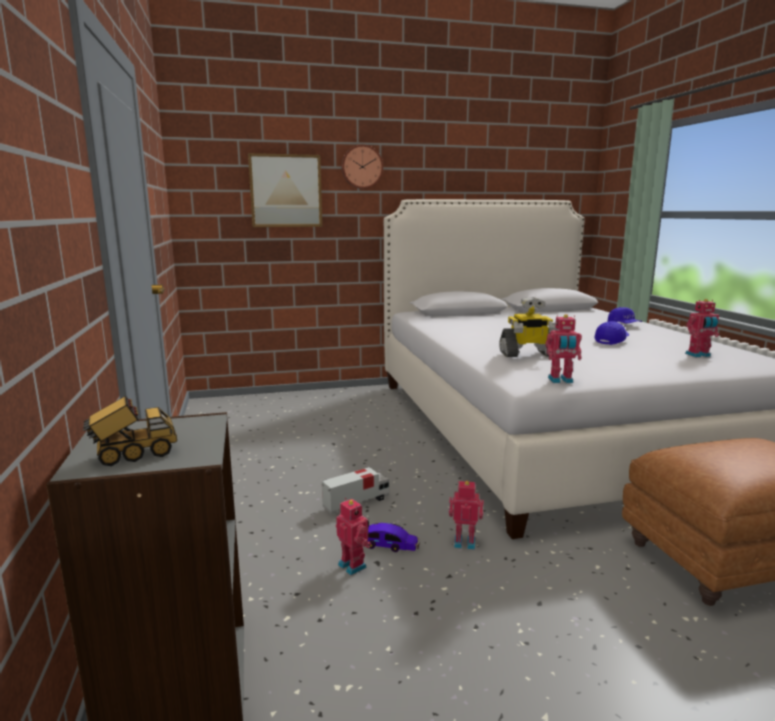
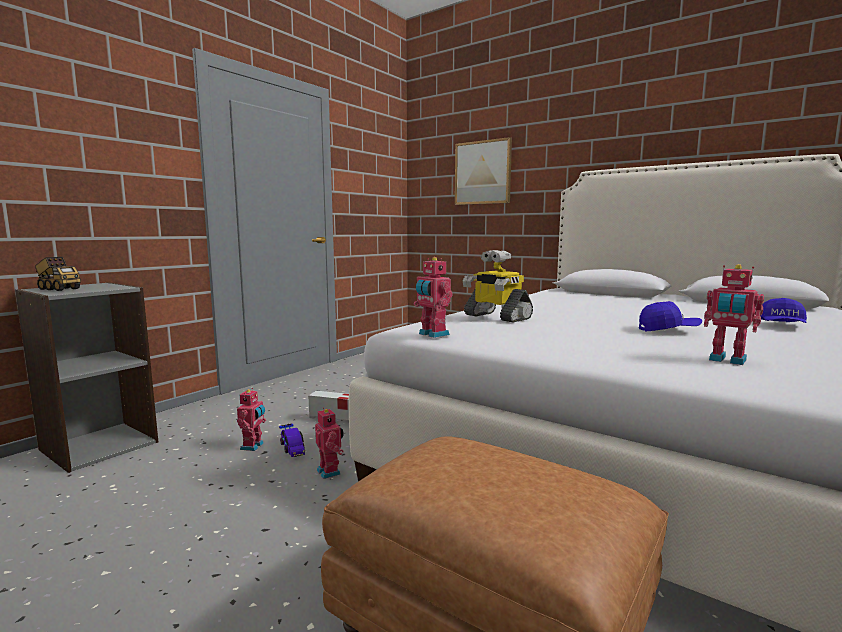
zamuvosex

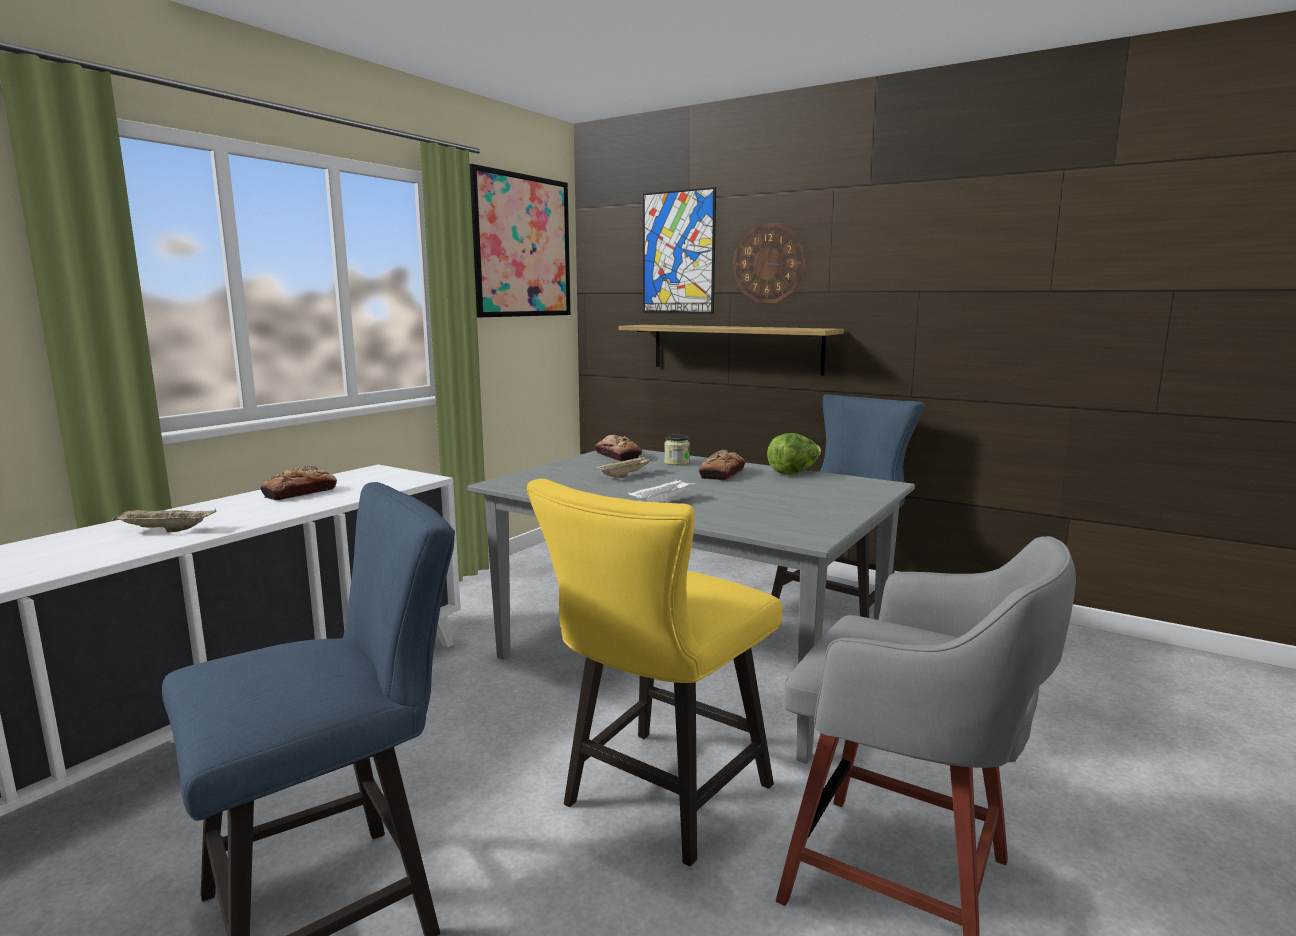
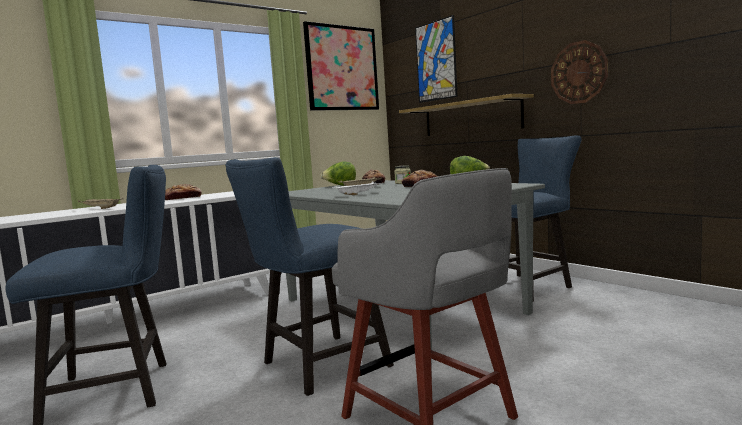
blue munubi (2nd from left); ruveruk (1st from left); zamuvosex

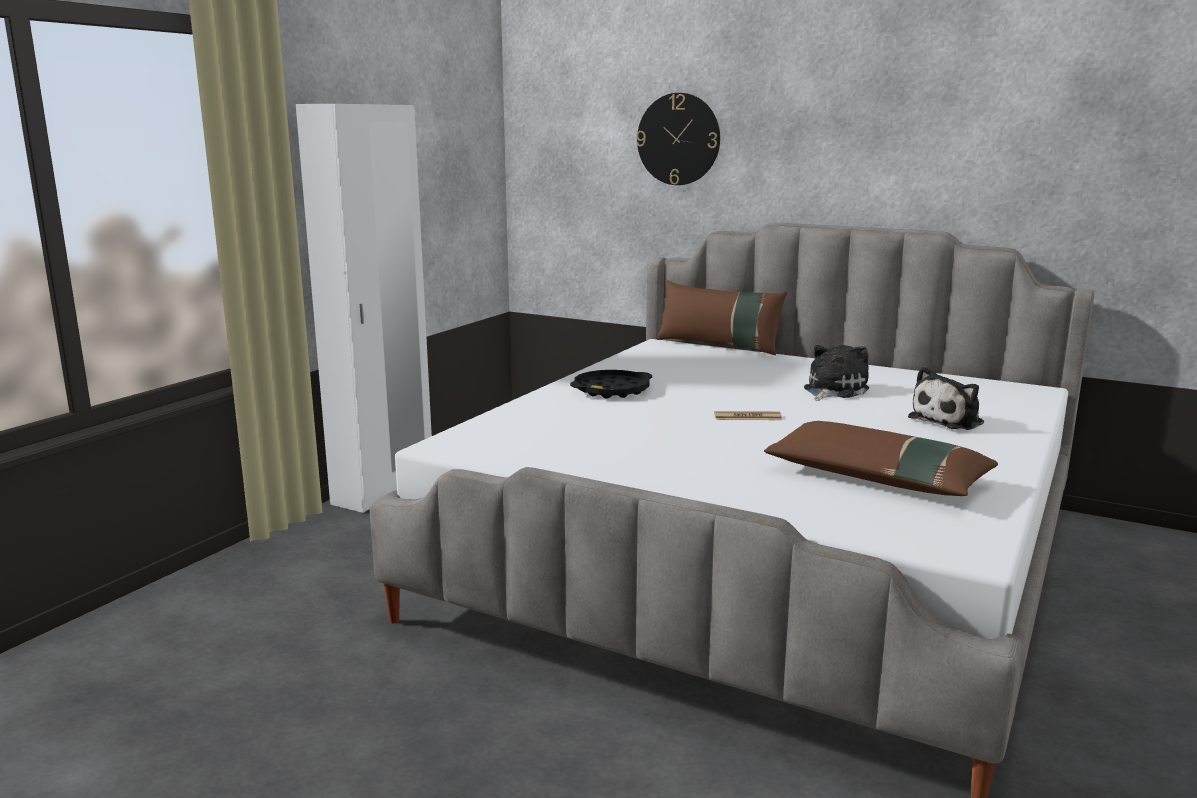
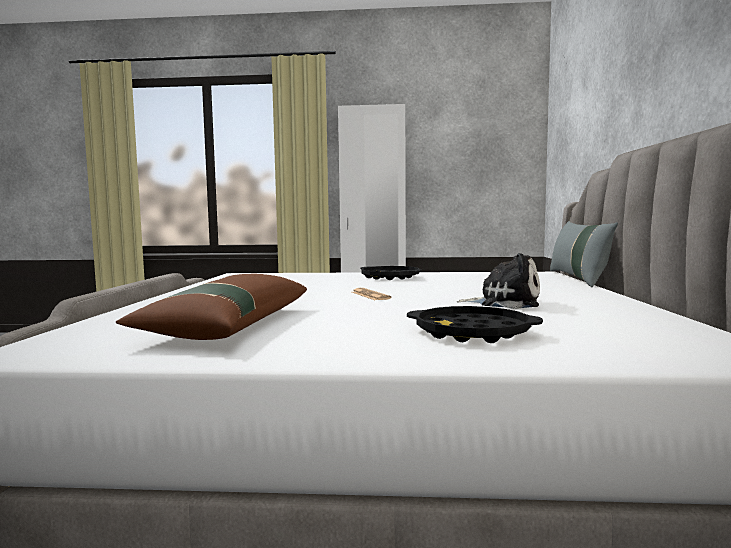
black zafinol (2nd from left); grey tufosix; zamuvosex

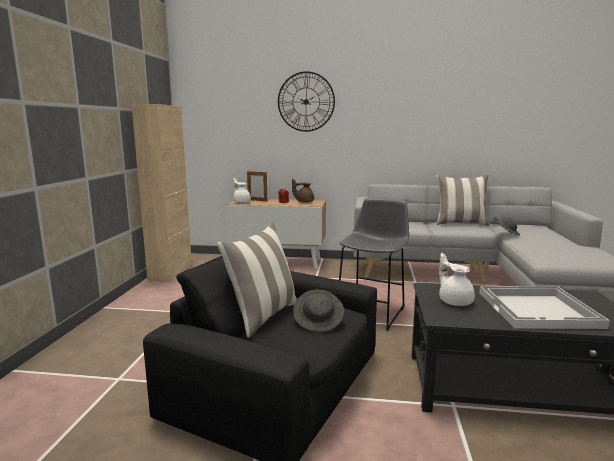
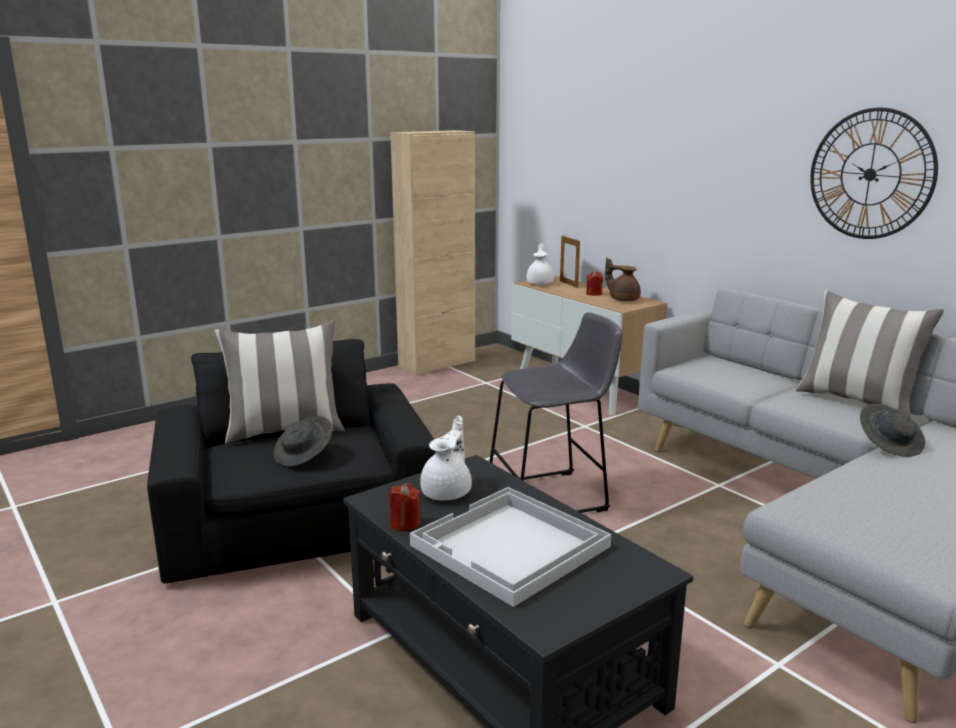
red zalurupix (1st from left); zamuvosex

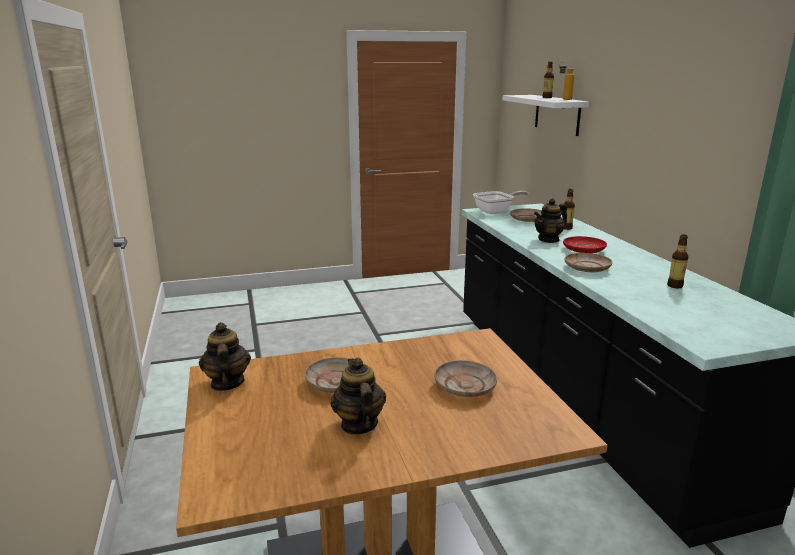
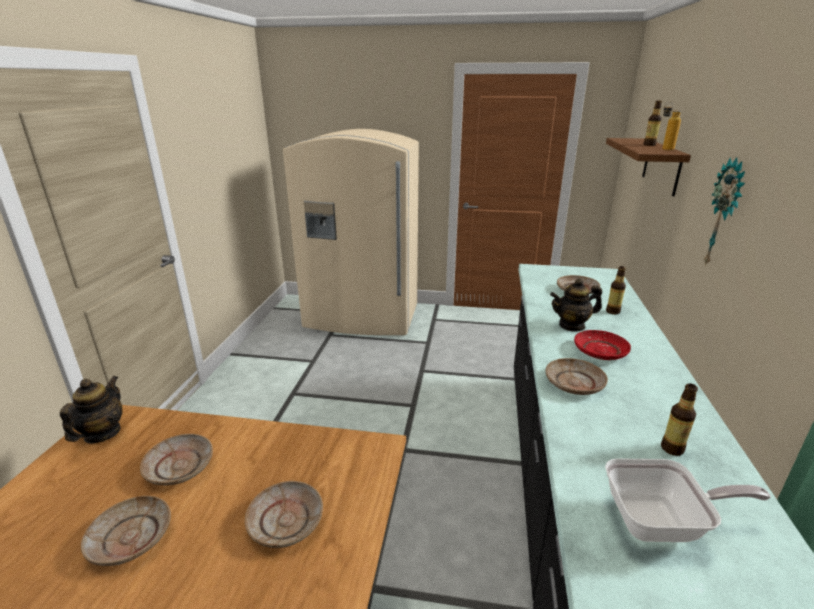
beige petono (1st from left); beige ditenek; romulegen; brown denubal; zamuvosex

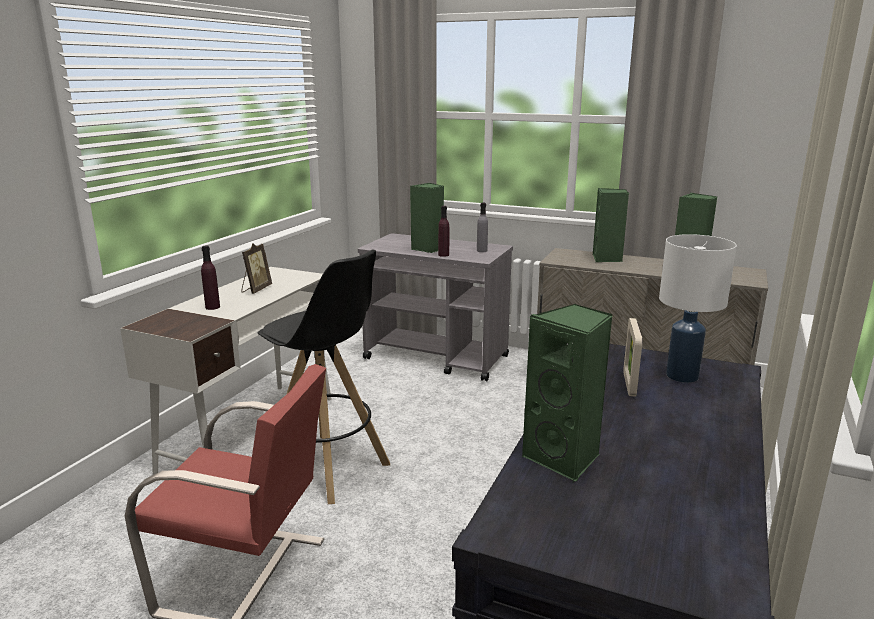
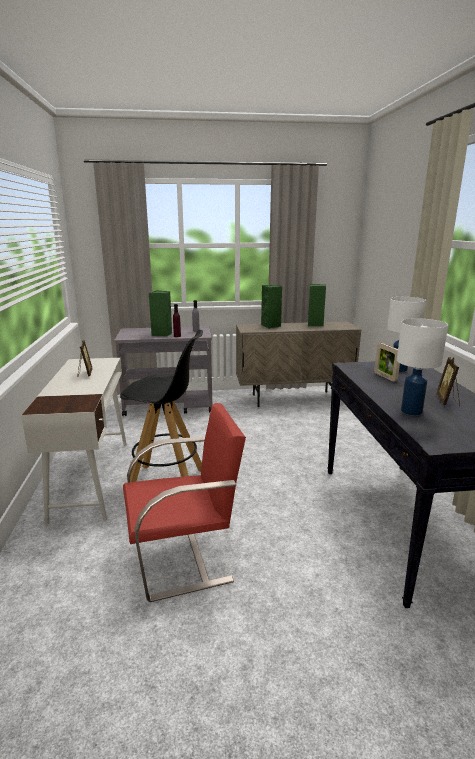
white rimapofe (2nd from left); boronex (3rd from left); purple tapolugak (1st from left in the first image)

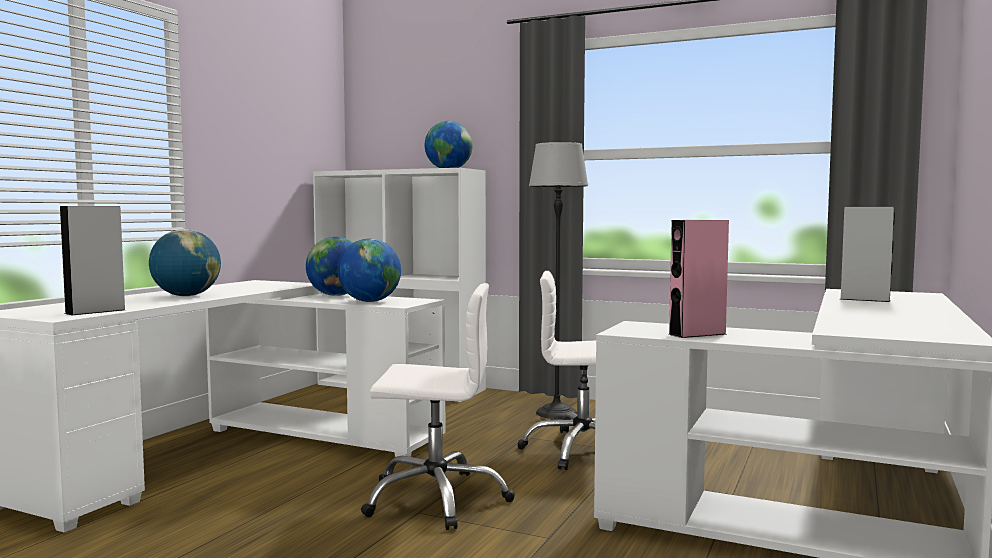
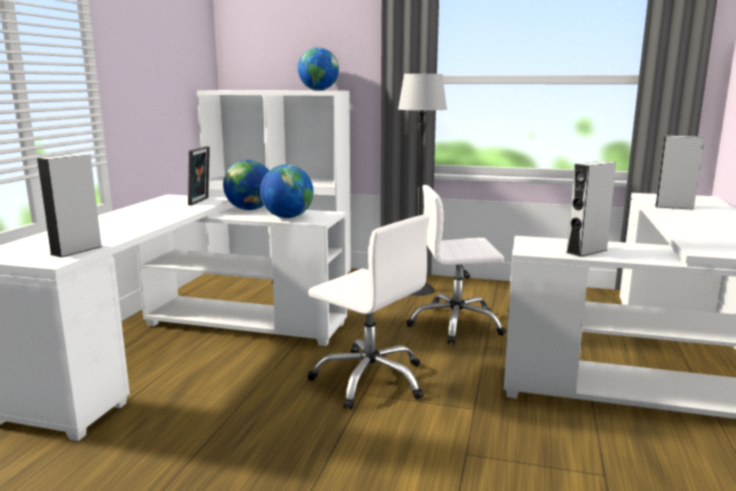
boronex; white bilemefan (1st from left); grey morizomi (2nd from left); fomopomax (1st from left in the first image)

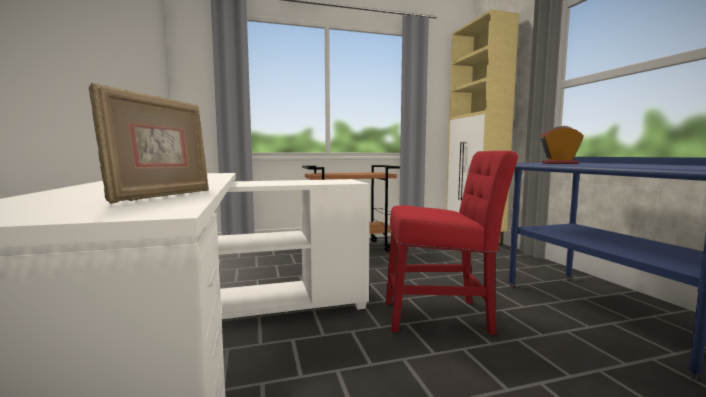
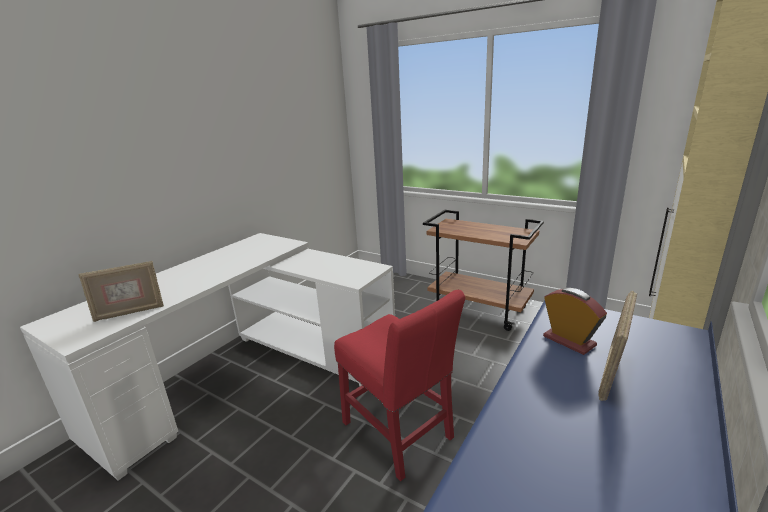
boronex (2nd from left)

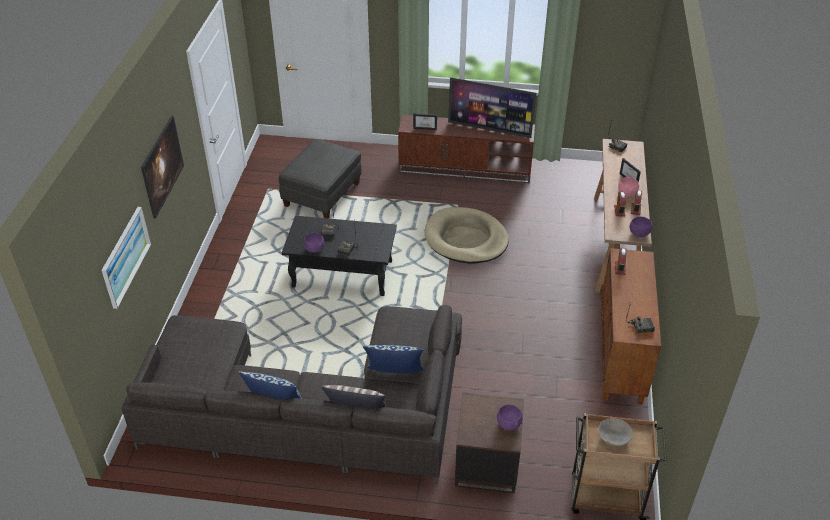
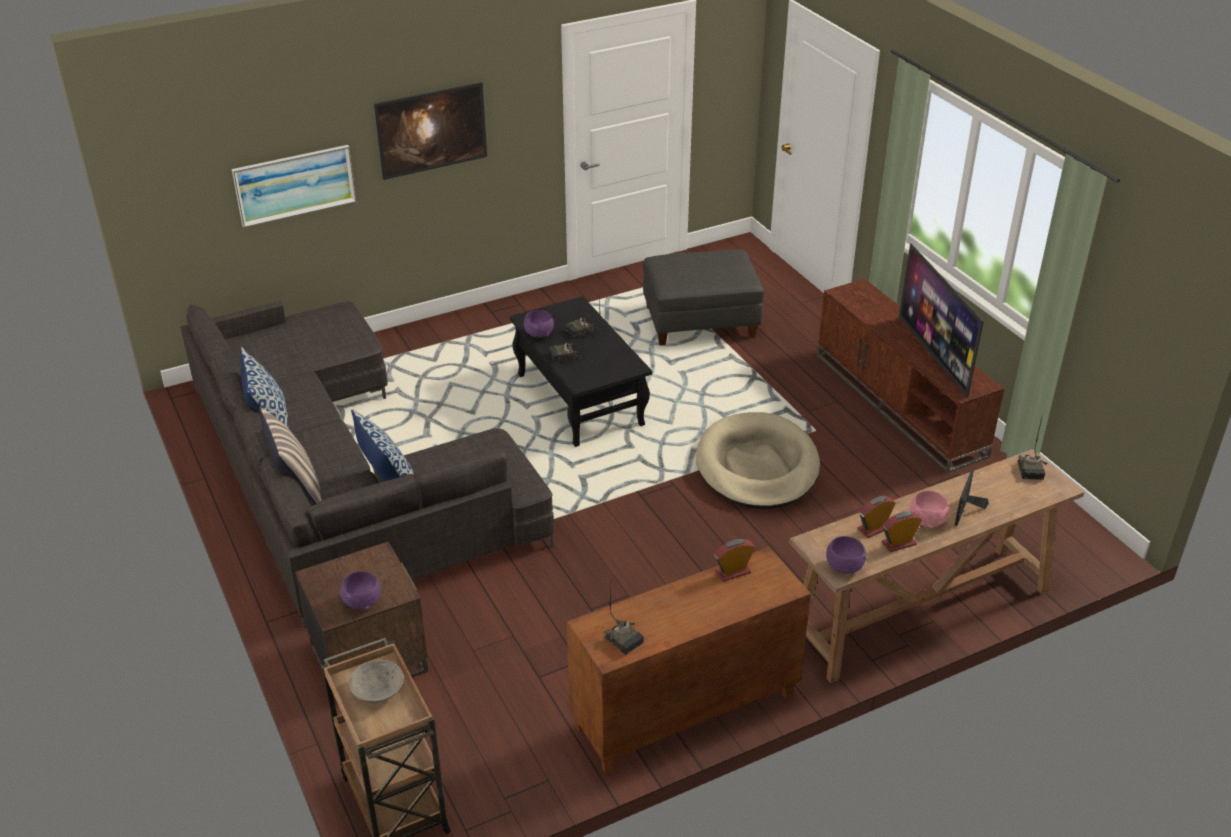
boronex (1st from left in the first image)

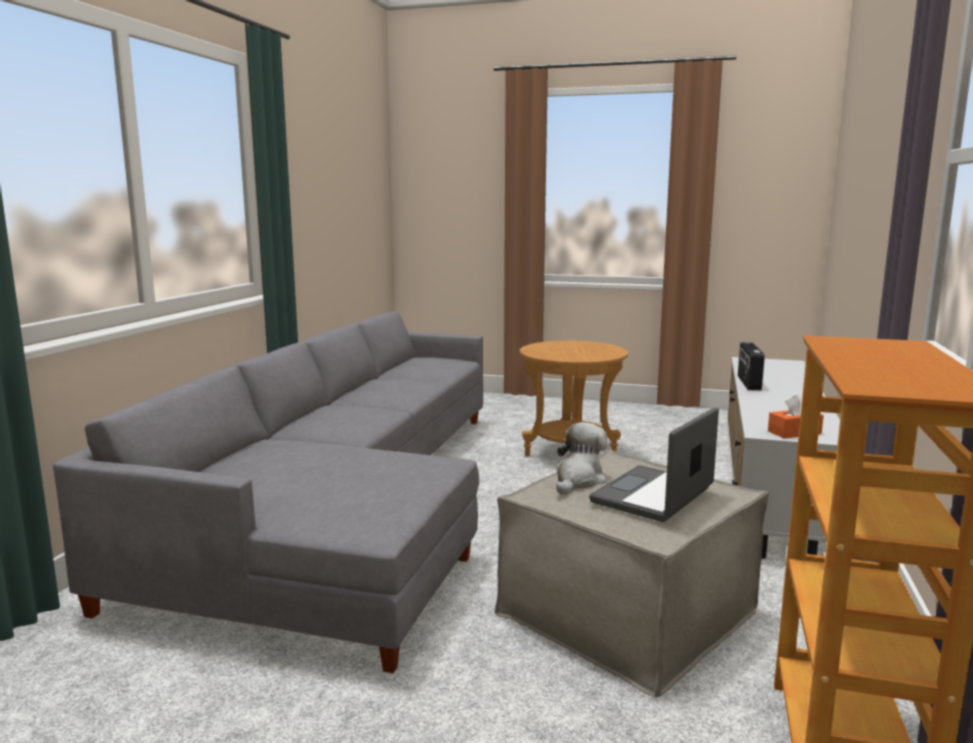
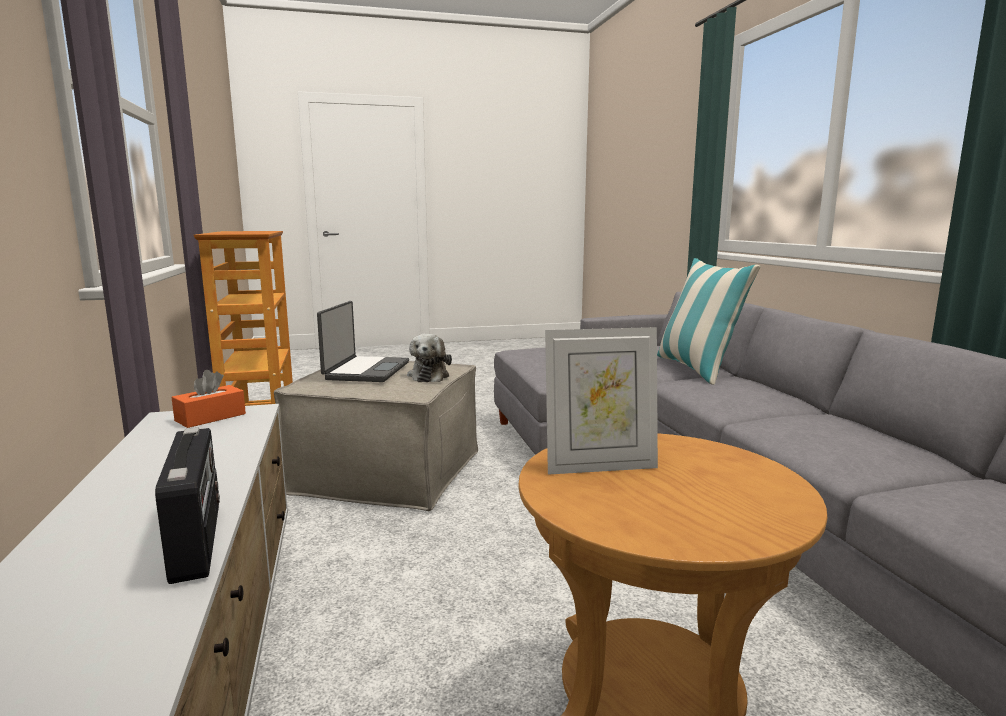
boronex; tufosix

